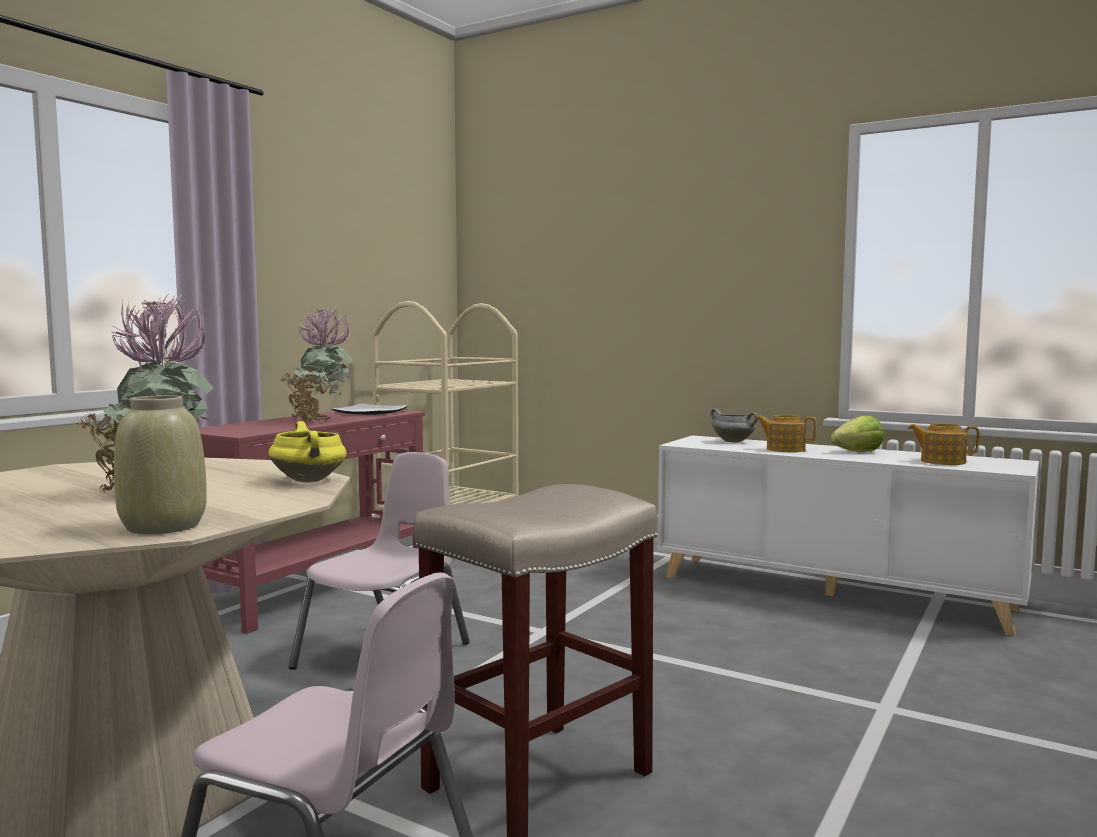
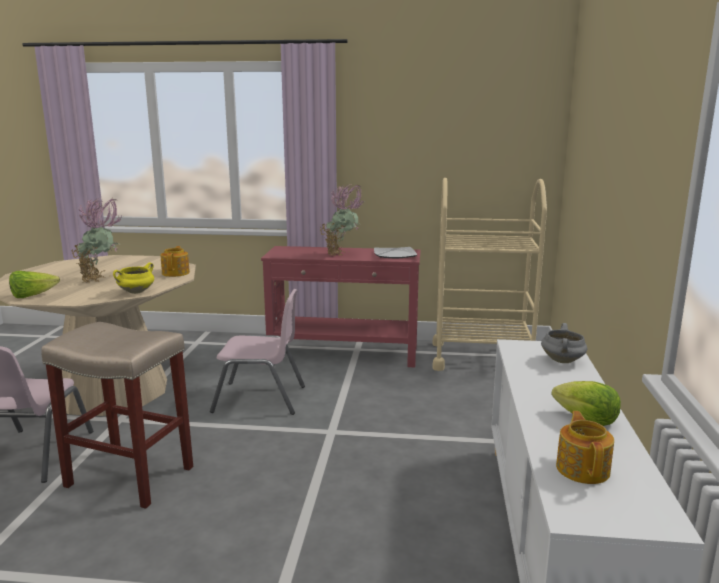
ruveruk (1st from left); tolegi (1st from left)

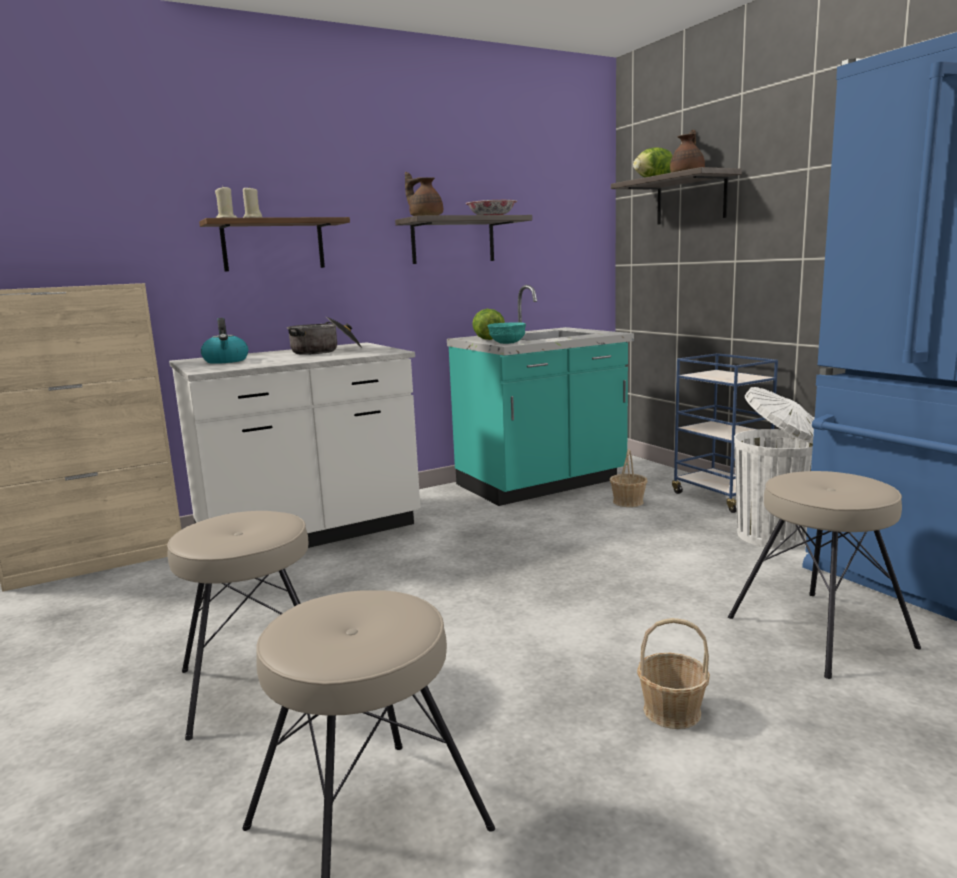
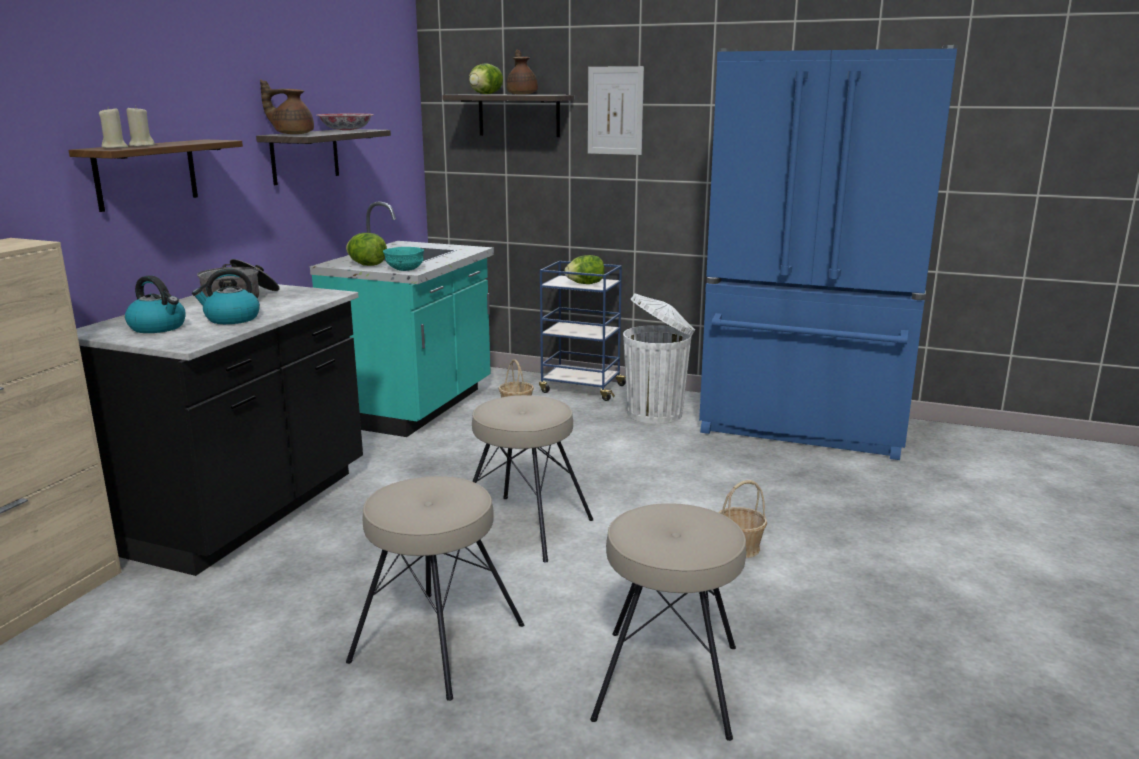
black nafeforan; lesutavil (2nd from left); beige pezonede (2nd from left); ruveruk (3rd from left); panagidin

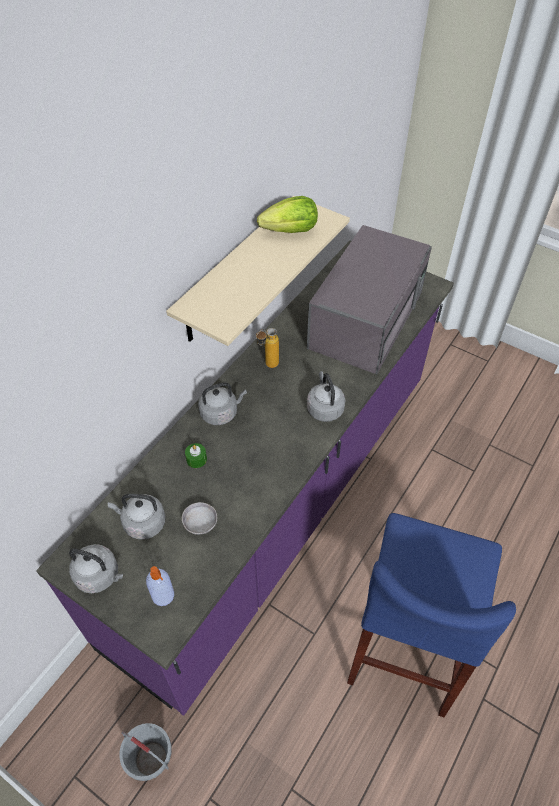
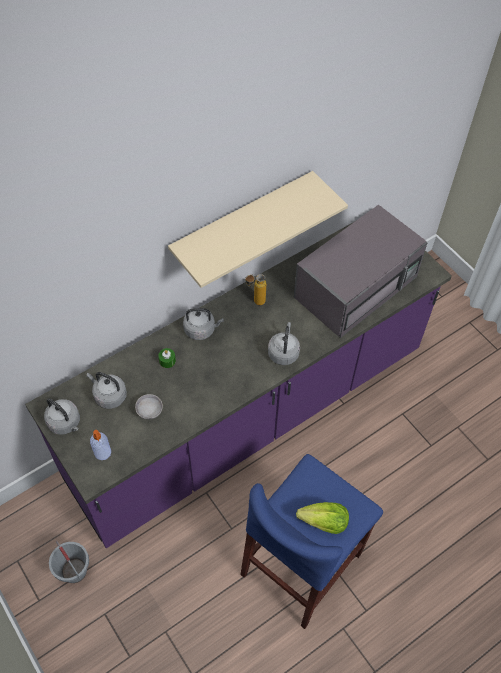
ruveruk

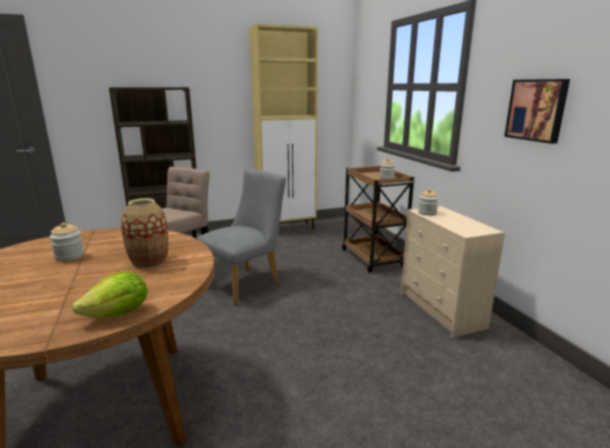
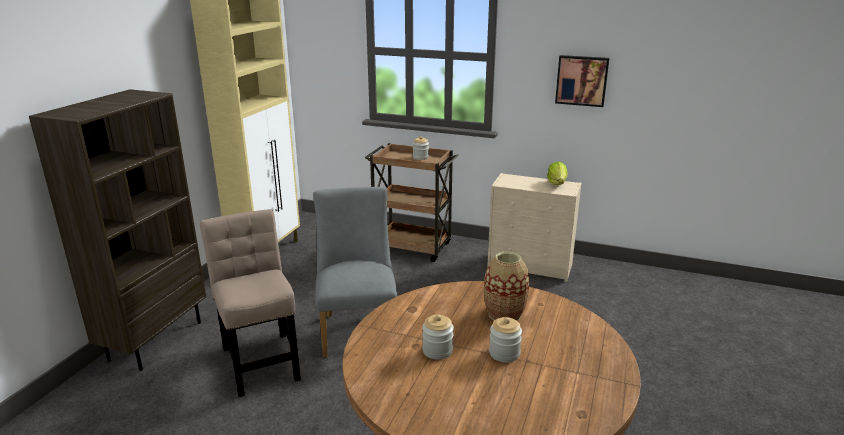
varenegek (3rd from left); ruveruk

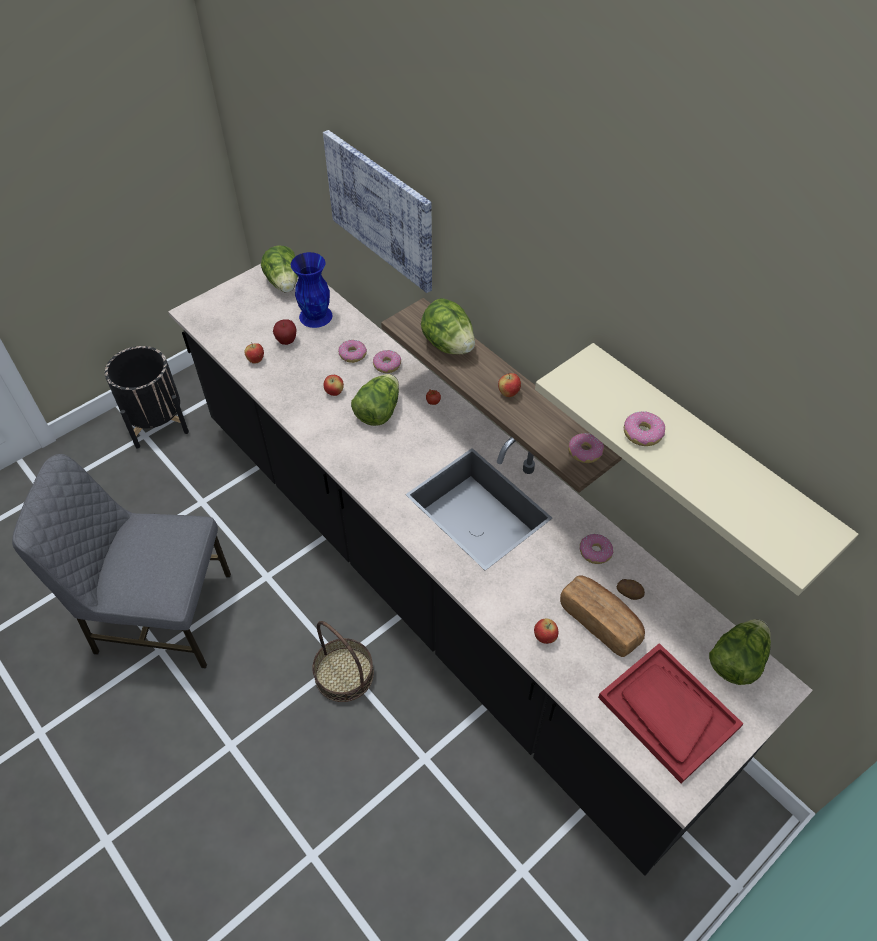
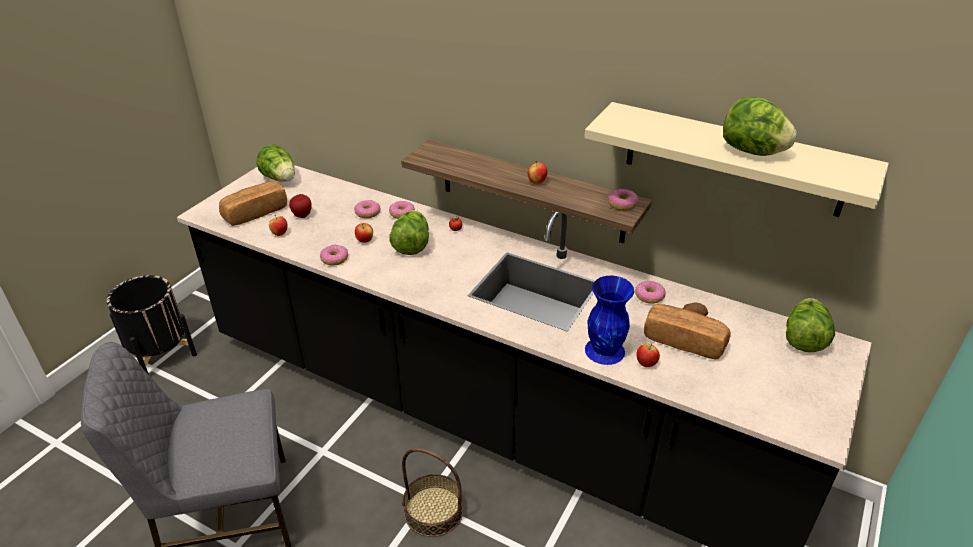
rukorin (1st from left); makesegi (1st from left); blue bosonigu; ruveruk (3rd from left); panagidin; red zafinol

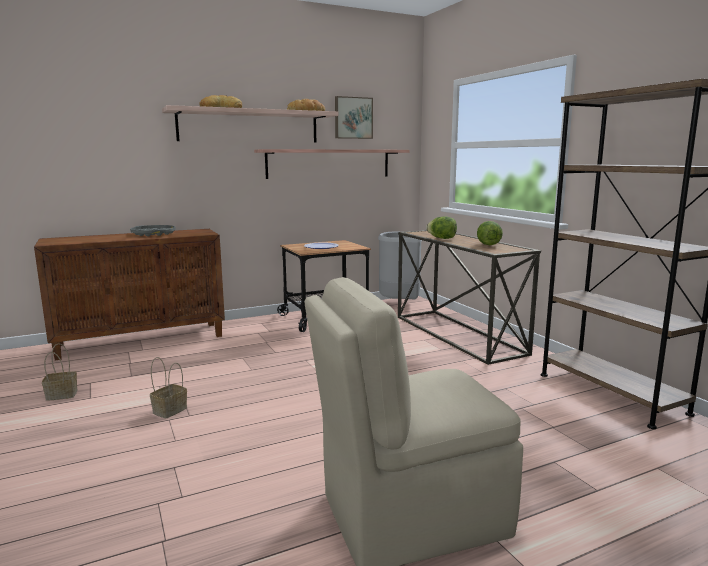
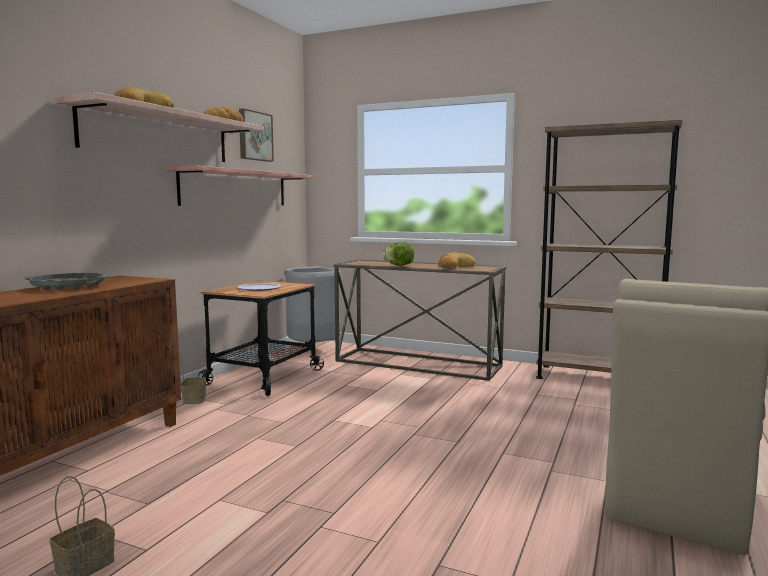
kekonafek (2nd from left); rukorin (3rd from left)

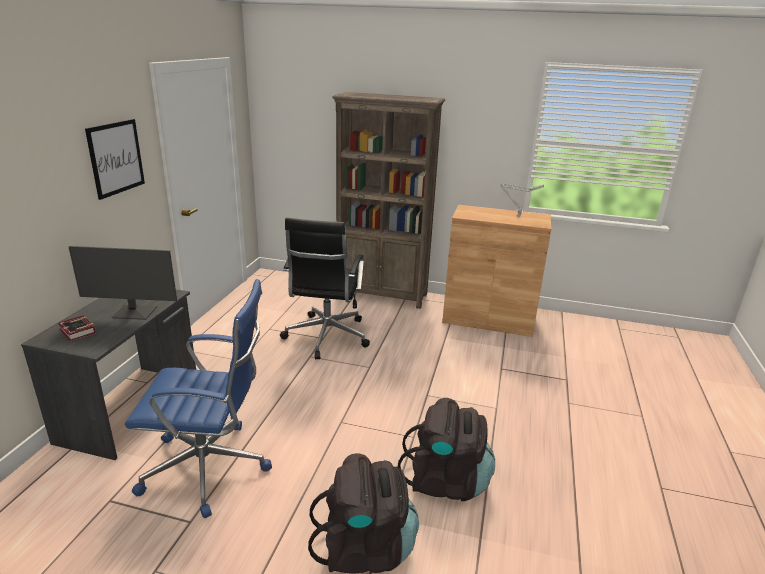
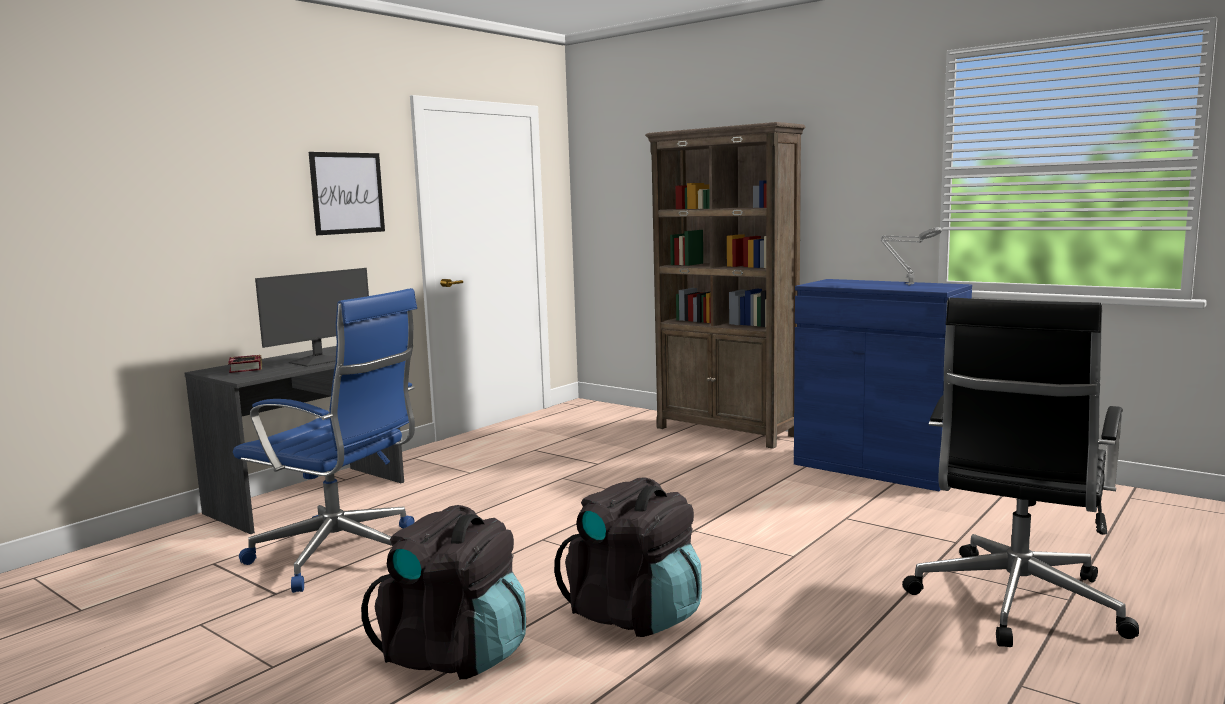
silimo; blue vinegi; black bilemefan

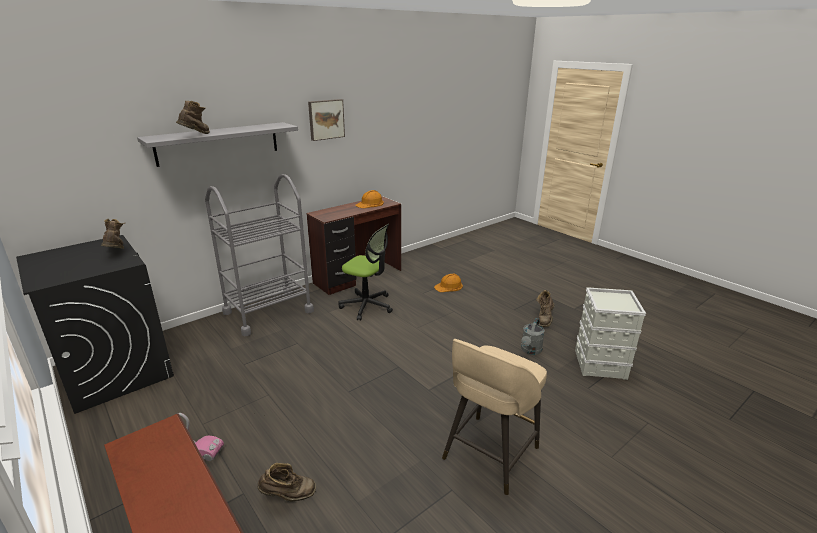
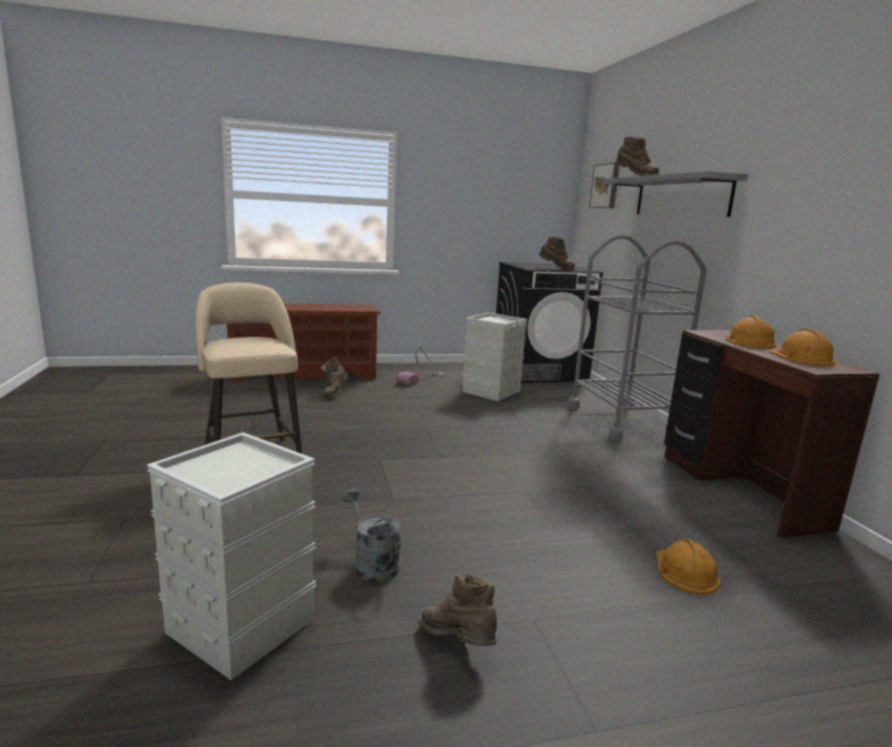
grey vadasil (2nd from left); panagidin; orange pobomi (2nd from left); bilemefan

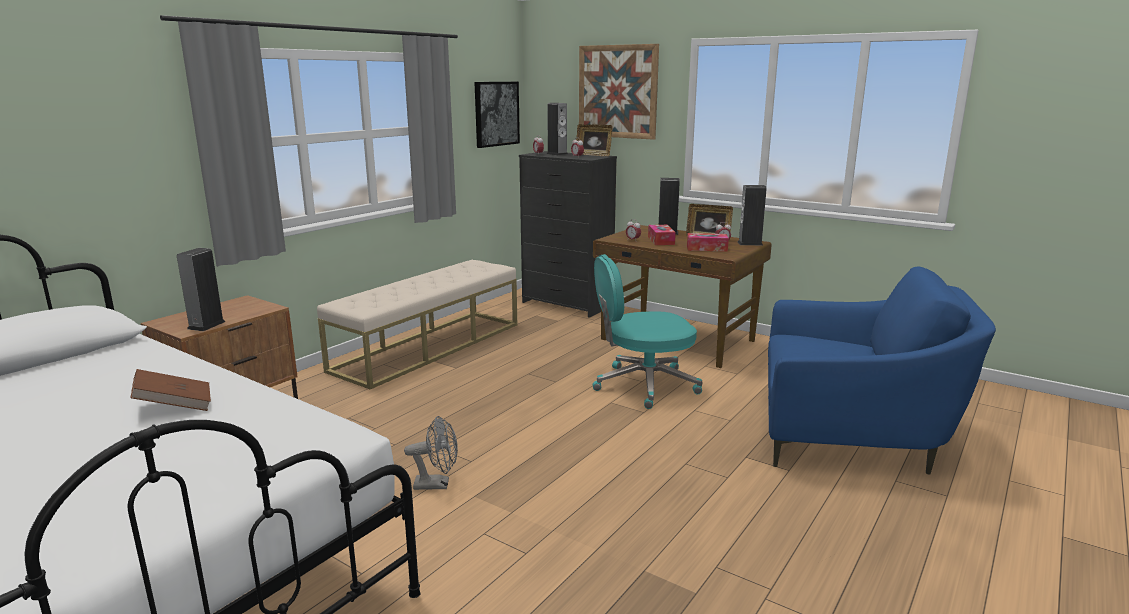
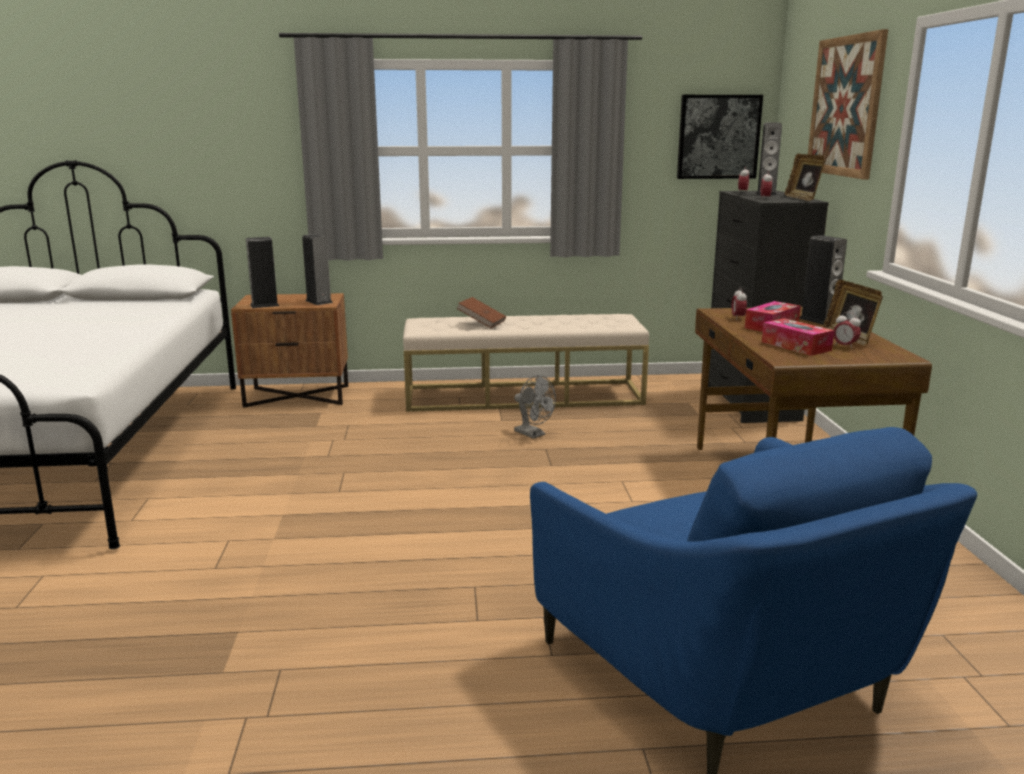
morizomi (2nd from left); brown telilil; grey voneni; turquoise bilemefan

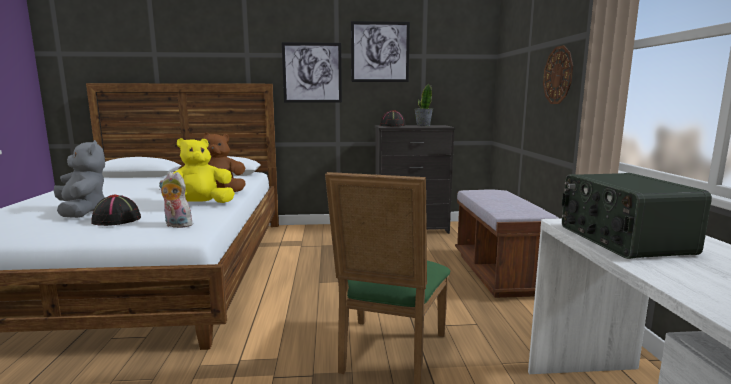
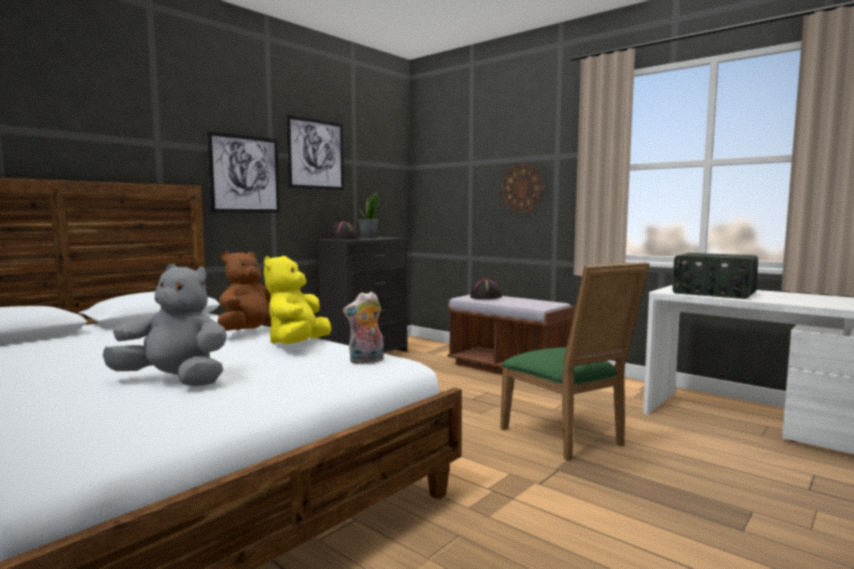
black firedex (2nd from left)

